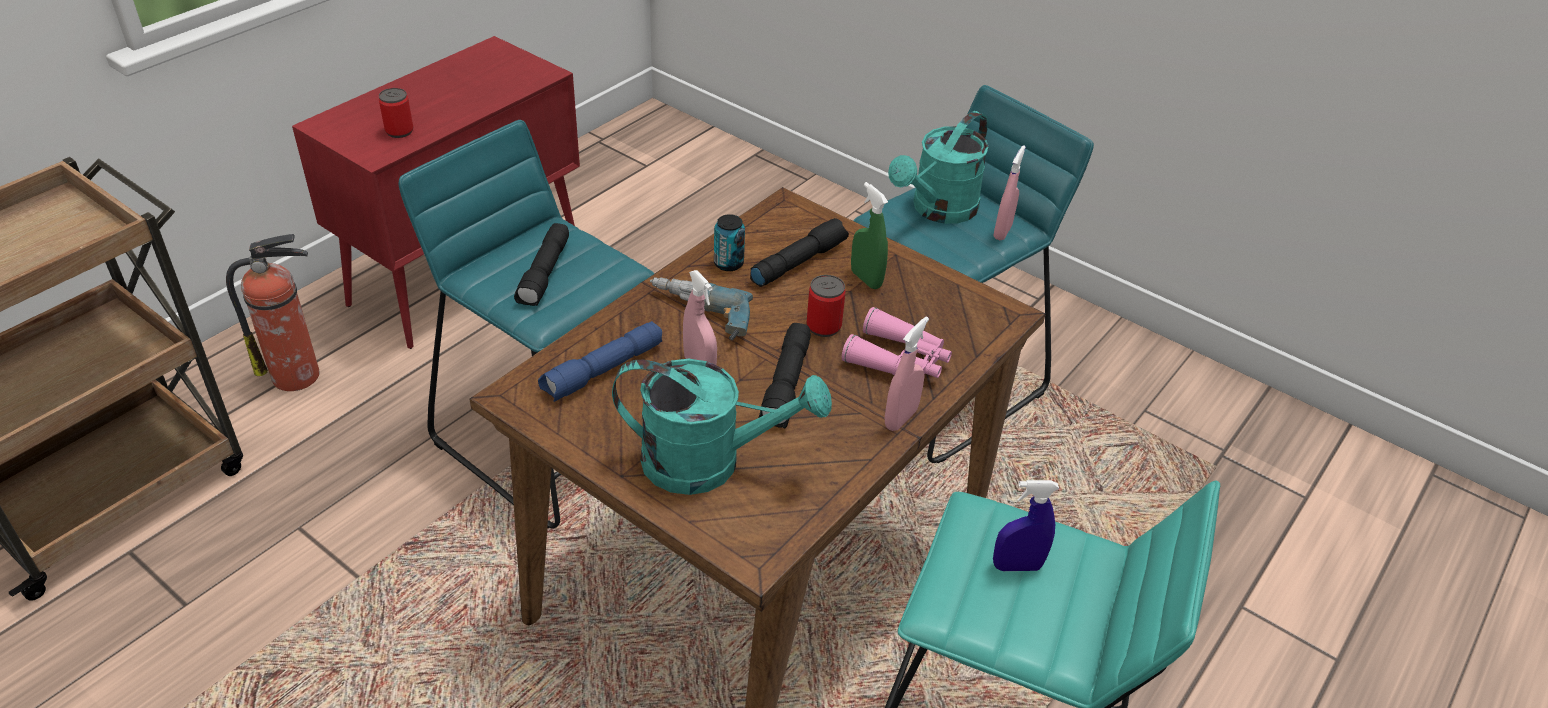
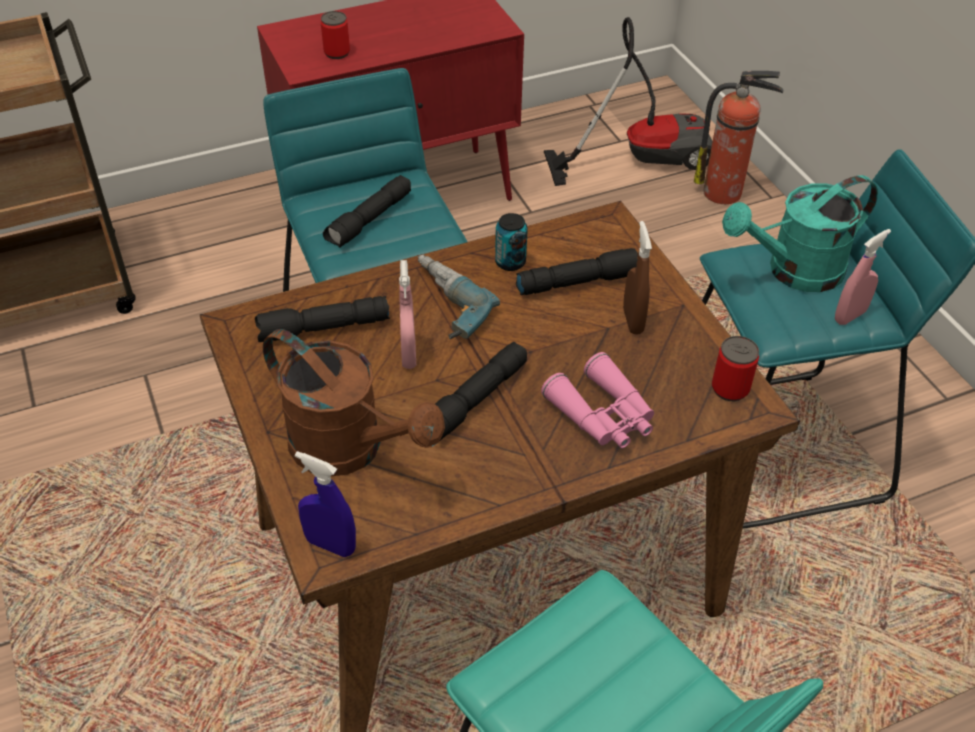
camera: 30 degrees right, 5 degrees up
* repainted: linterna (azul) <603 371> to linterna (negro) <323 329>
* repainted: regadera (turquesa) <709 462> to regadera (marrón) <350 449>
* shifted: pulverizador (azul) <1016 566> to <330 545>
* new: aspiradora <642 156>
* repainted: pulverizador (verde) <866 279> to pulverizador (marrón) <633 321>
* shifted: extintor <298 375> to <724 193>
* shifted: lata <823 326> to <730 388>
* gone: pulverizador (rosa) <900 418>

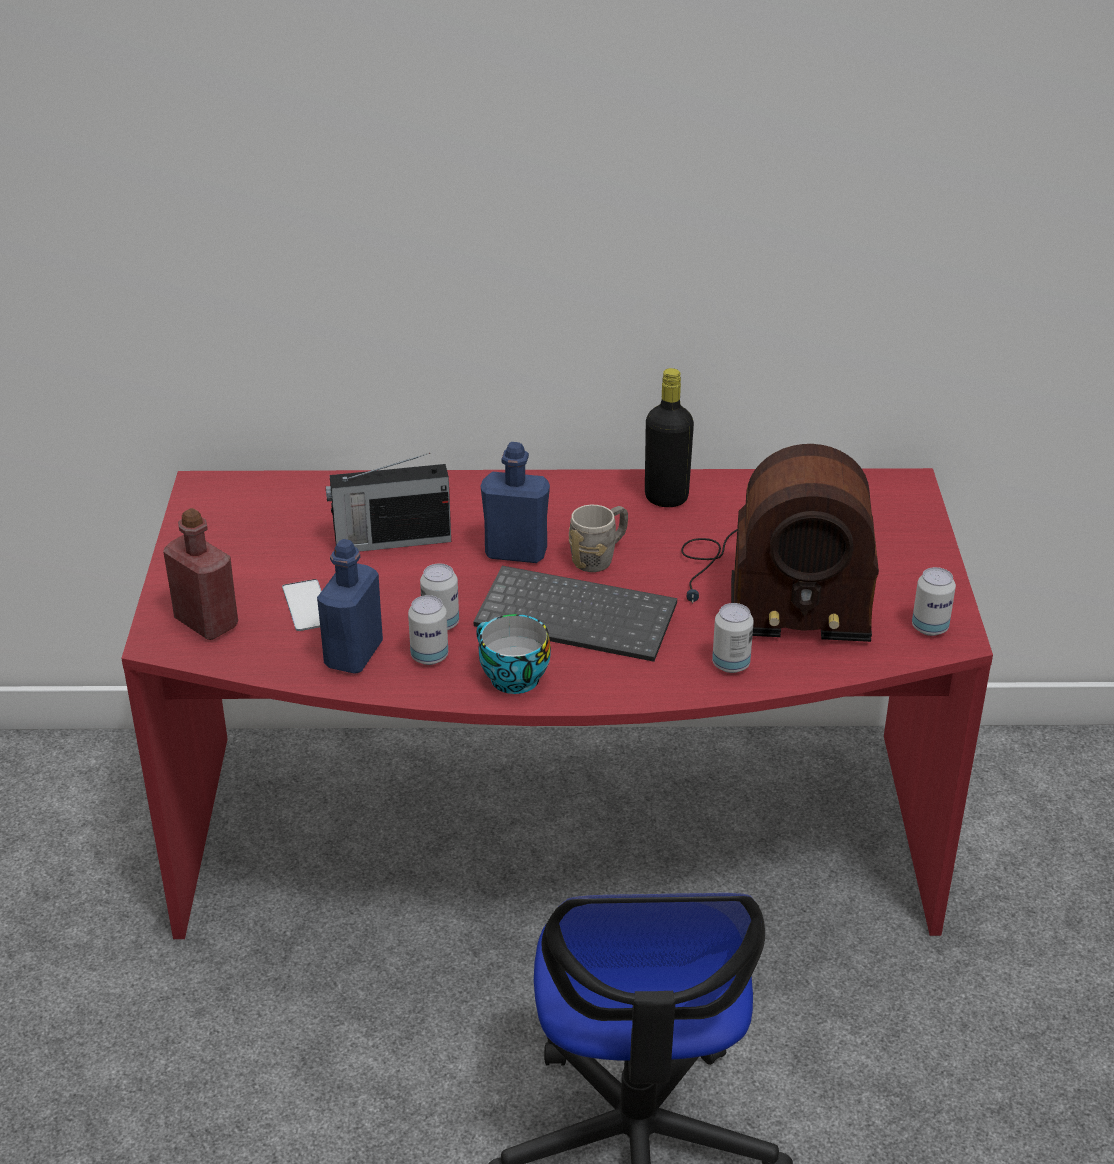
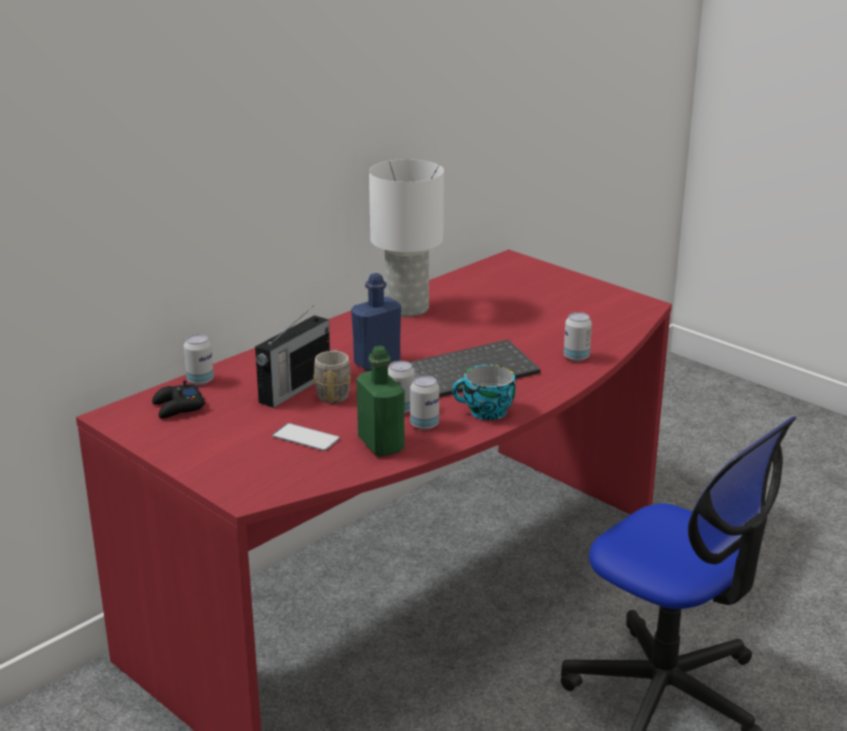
camera: 45 degrees left, 10 degrees down
* new: mando de consola (negro) <178 407>
* shifted: lata <929 627> to <200 381>
* shifted: taza grande (gris) <599 557> to <334 393>
* repainted: botella (azul) <353 655> to botella (verde) <381 444>
* swapped: botella (negro) <666 498> to lámpara de mesa (blanco) <408 308>
* gone: botella (rojo) <206 622>
* gone: radio <773 590>

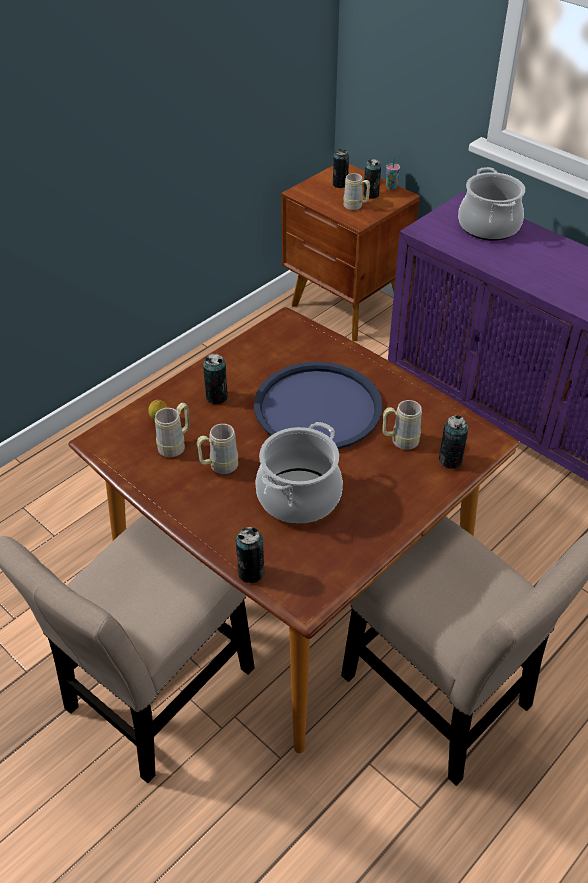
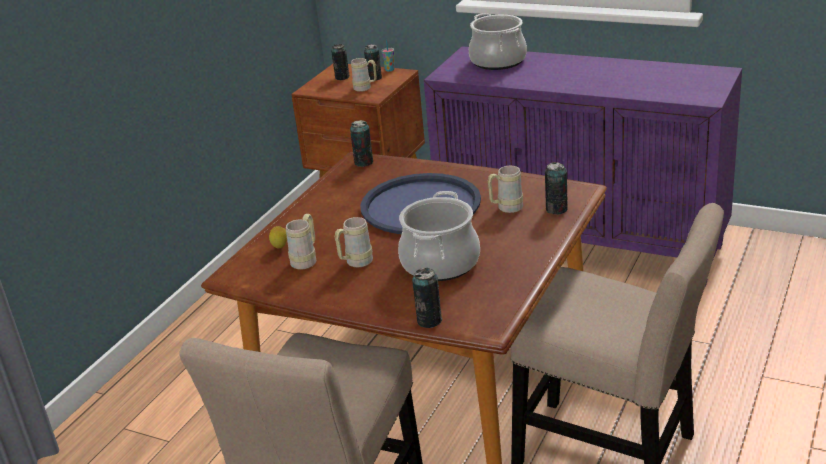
camera: 15 degrees left, 15 degrees down
* shifted: lata <216 397> to <363 163>

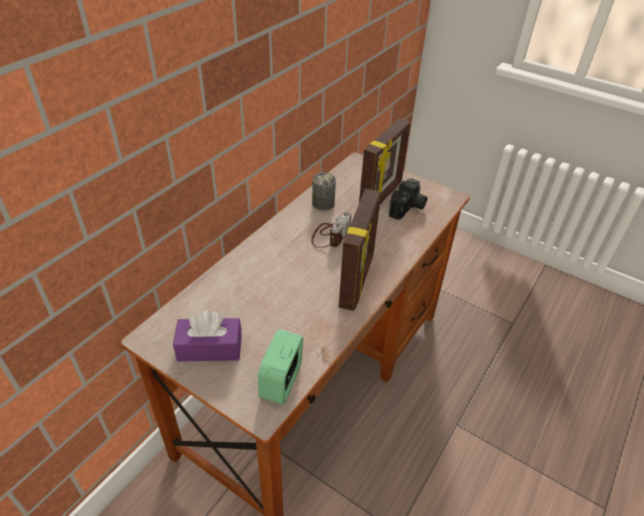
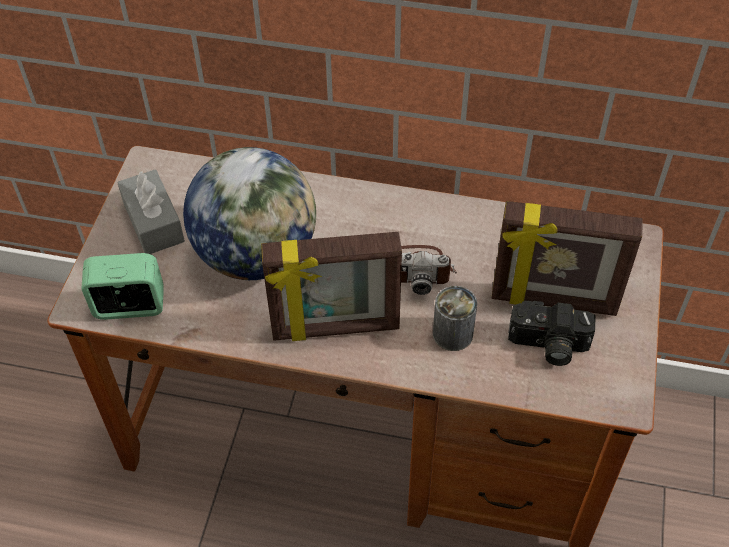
camera: 70 degrees right, 10 degrees up
* repainted: caja de pañuelos (morado) <210 348> to caja de pañuelos (gris) <153 222>
* new: globo terráqueo <256 254>
* shifted: lata <323 204> to <452 334>

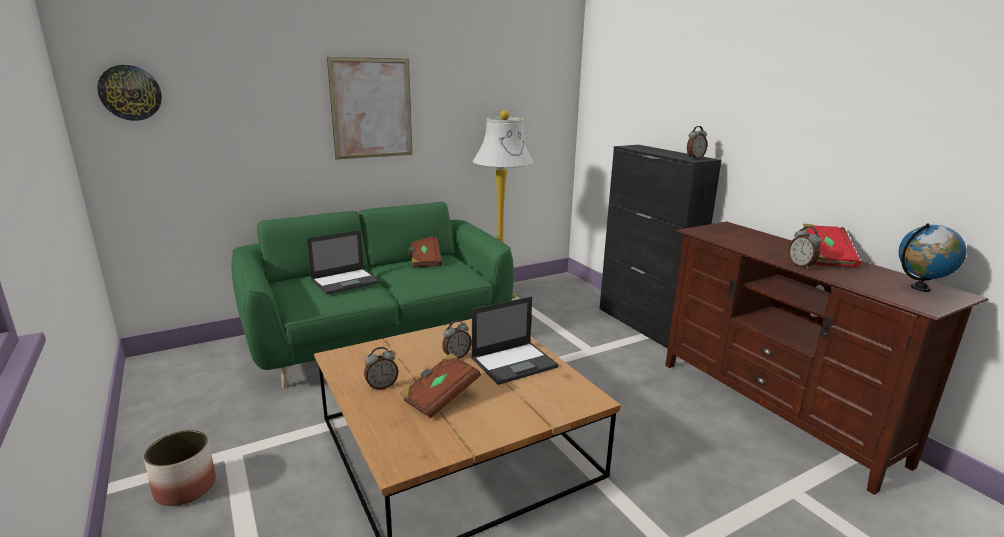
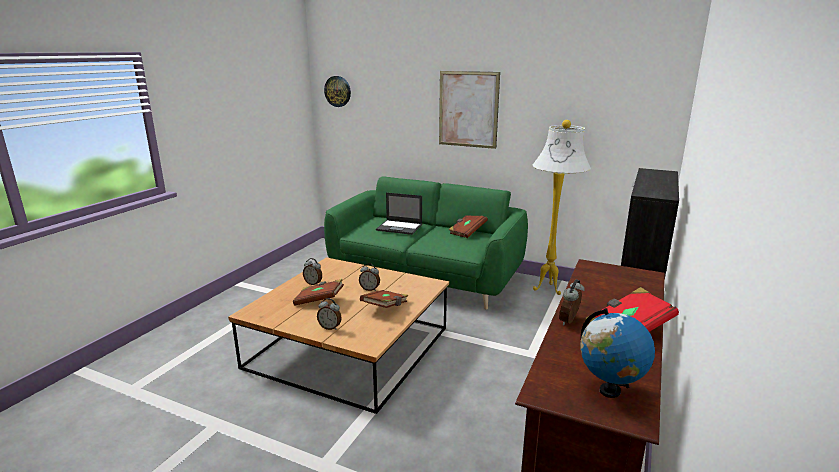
camera: 55 degrees right, 0 degrees up
* shifted: despertador <694 158> to <330 327>
* swapped: portátil <515 362> to libro (marrón) <385 307>
* gone: maceta <185 487>

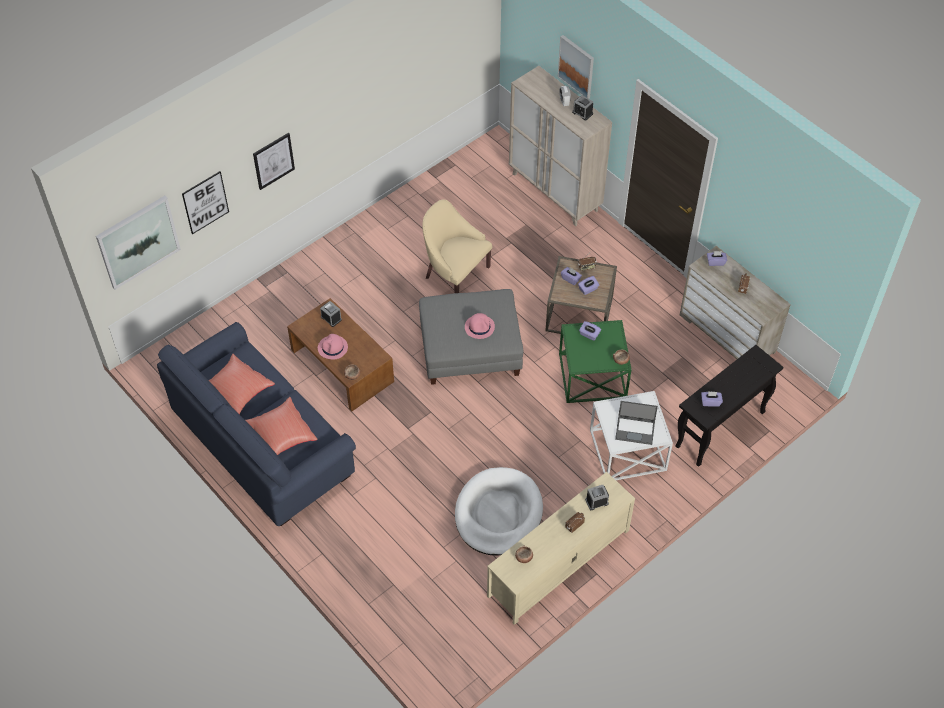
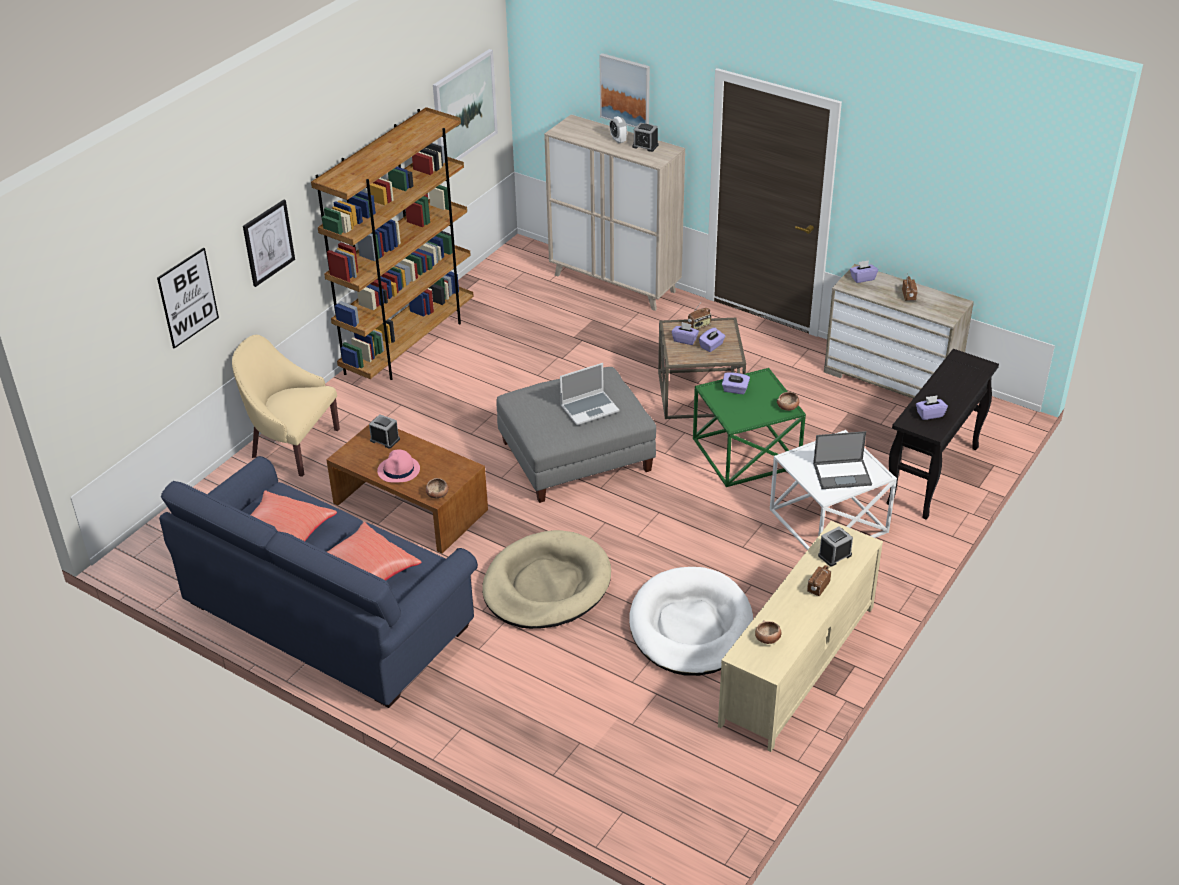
camera: 15 degrees left, 15 degrees down
* shifted: sillón (beis) <455 274> to <292 445>
* new: estantería (marrón) <409 343>
* shifted: cuadro <138 242> to <464 109>
* new: cama para perro (beis) <546 585>
* swapped: sombrero (rosa) <479 327> to portátil <590 408>

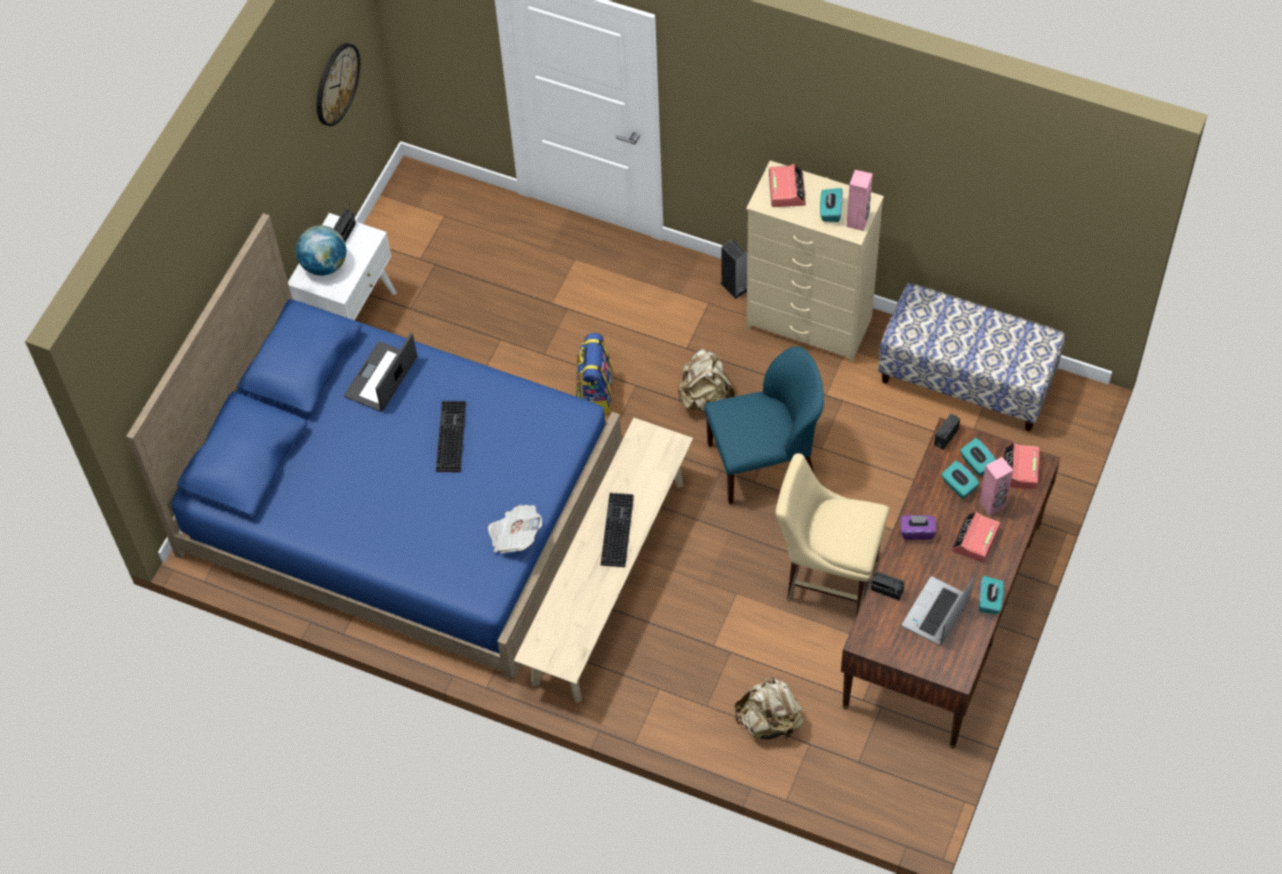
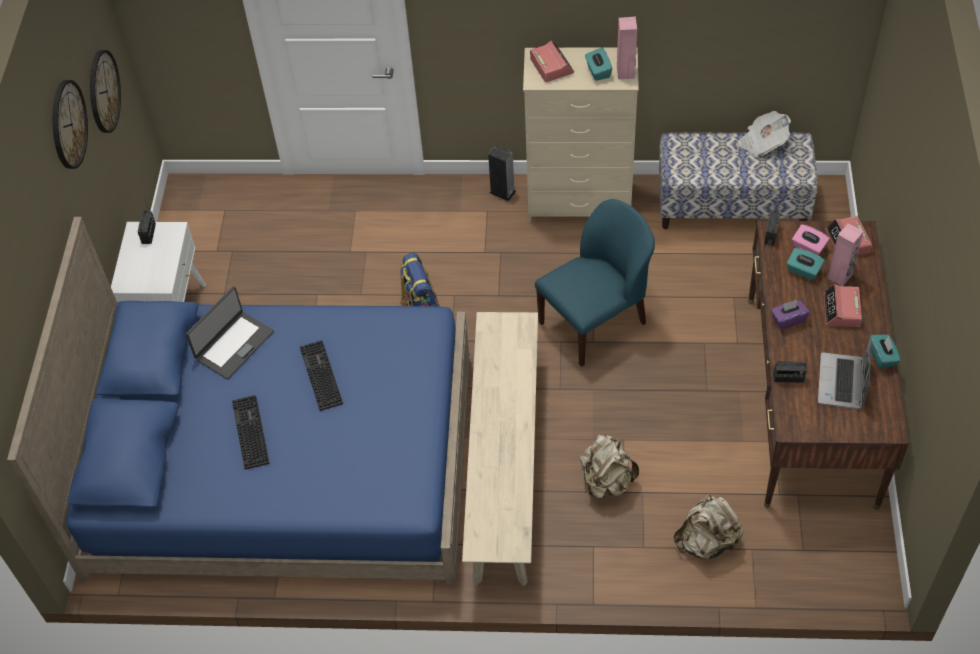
camera: 20 degrees left, 5 degrees down
* new: reloj de pared <68 124>
* rotated: portátil <382 378> = <233 345> 150 degrees counterclockwise
* shifted: teclado <615 529> to <248 432>
* shifted: mochila (beis) <704 397> to <606 481>
* shifted: periódico <515 536> to <762 143>
* repainted: caja de pañuelos (turquesa) <976 463> to caja de pañuelos (rosa) <808 247>
* gone: globo terráqueo <324 265>
* gone: silla (beis) <827 577>

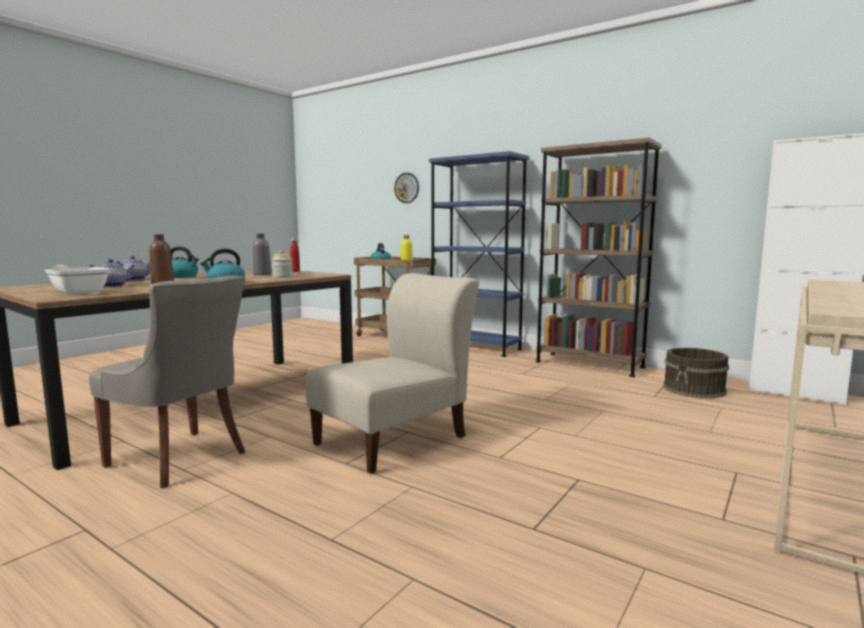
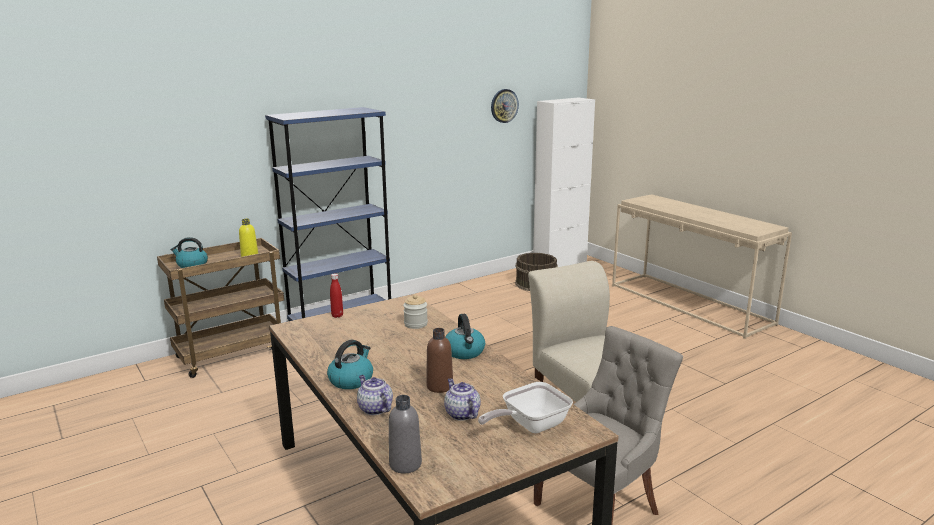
camera: 70 degrees left, 10 degrees up
* shifted: botella (gris) <262 274> to <405 464>
* shifted: reloj de pared <407 188> to <504 105>
* gone: estantería (marrón) <589 364>

